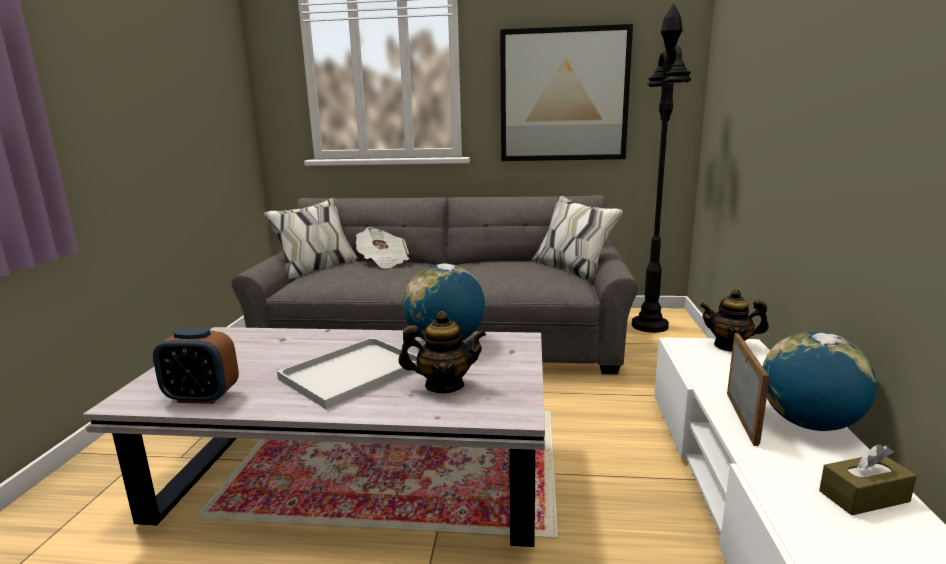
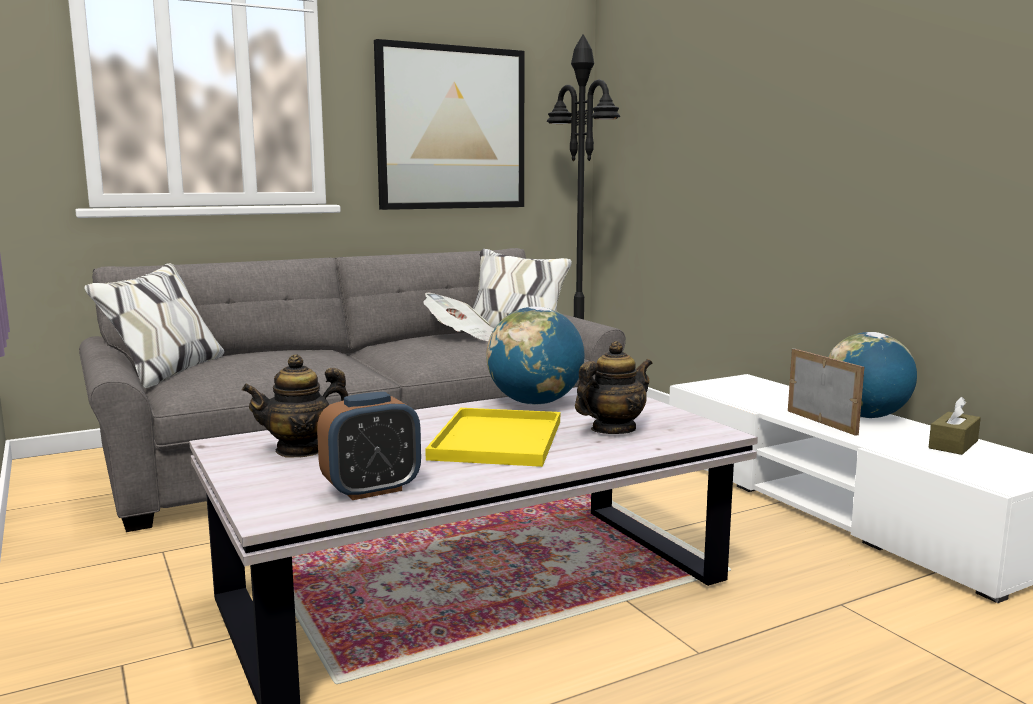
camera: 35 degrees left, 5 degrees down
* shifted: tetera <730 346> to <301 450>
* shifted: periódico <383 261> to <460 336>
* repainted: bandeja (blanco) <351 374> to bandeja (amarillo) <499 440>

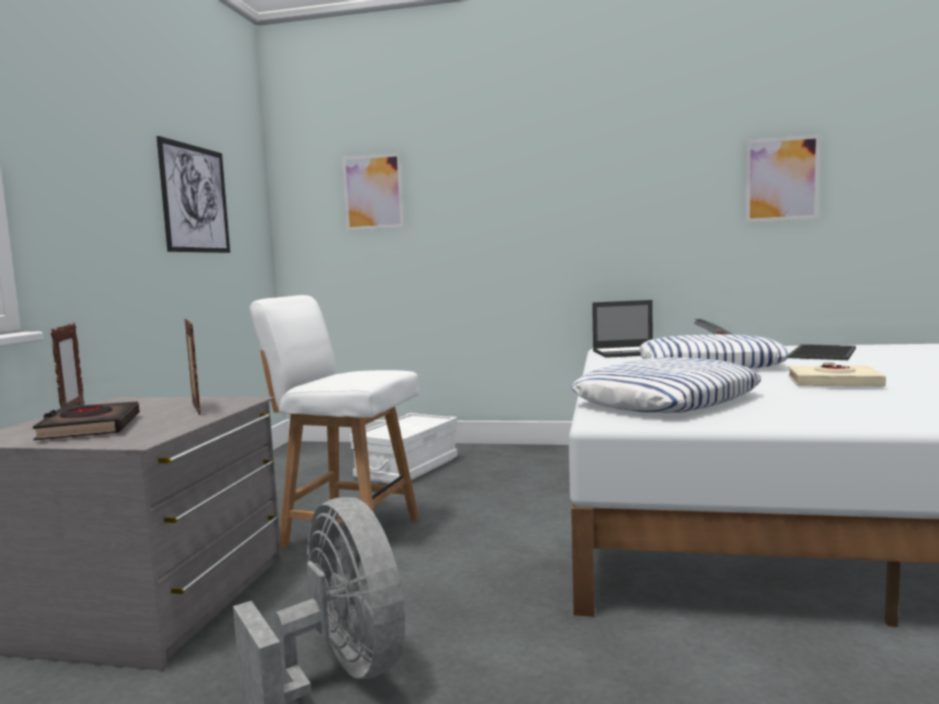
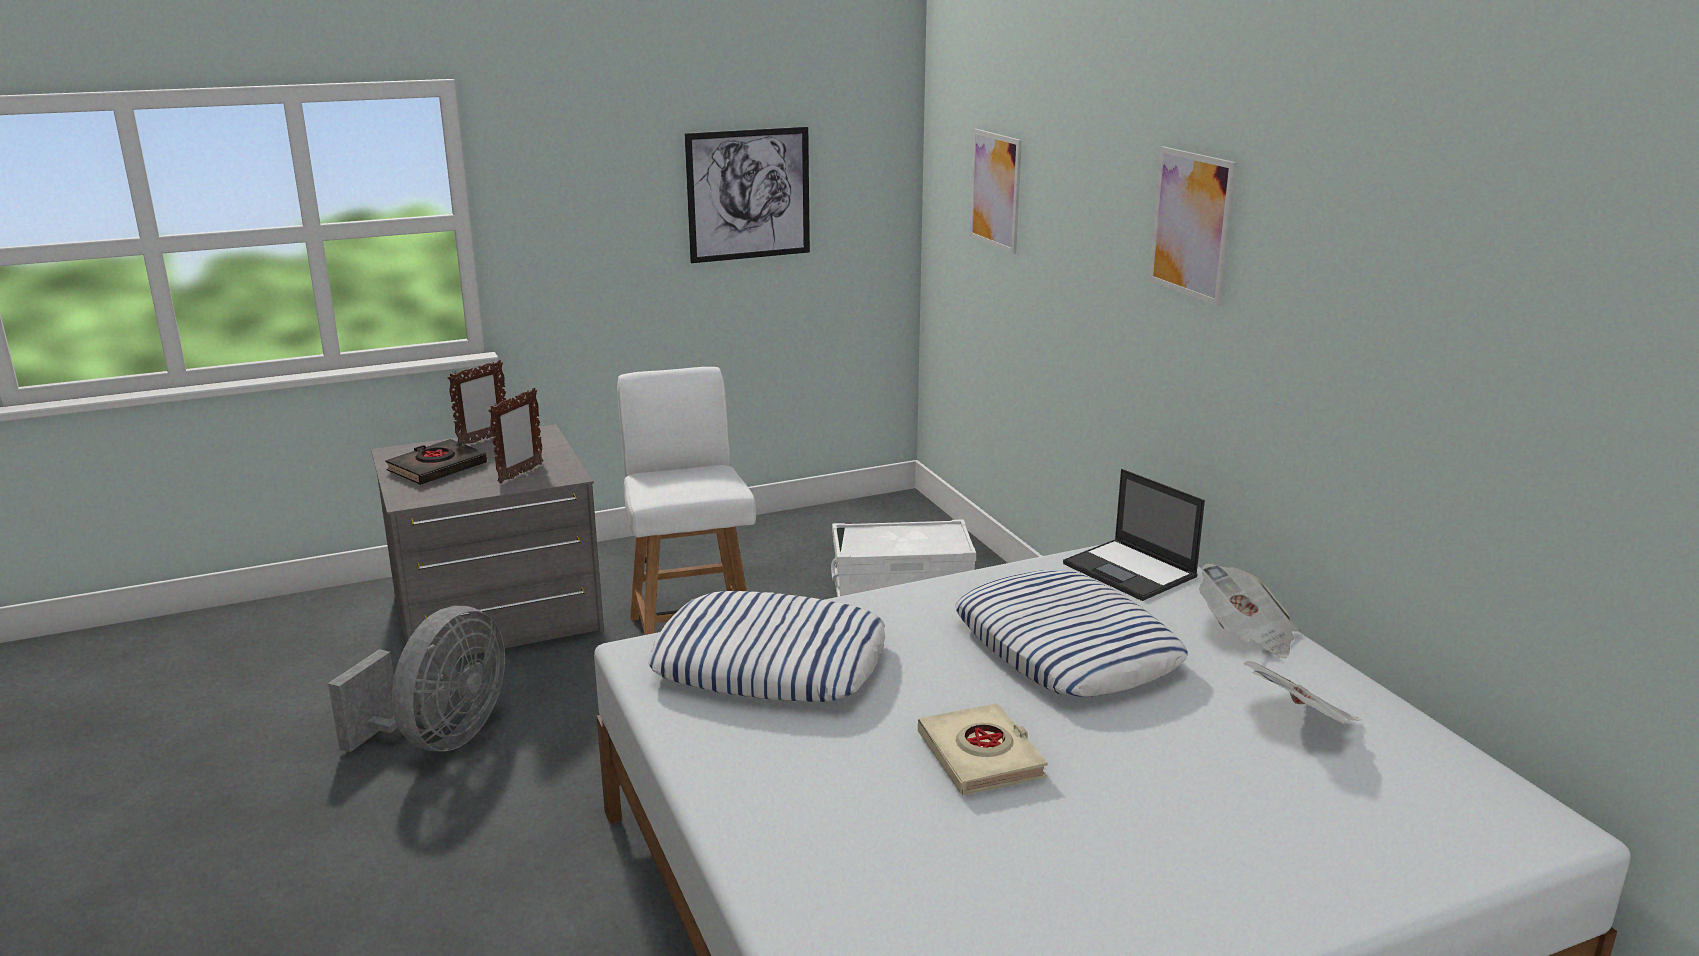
camera: 55 degrees right, 15 degrees up
* shifted: cuadro <781 179> to <1191 224>
* swapped: bandeja <821 353> to periódico <1300 722>

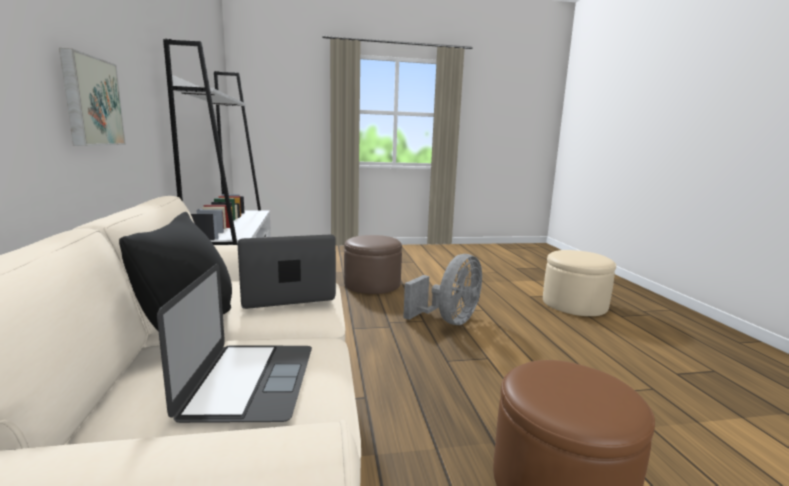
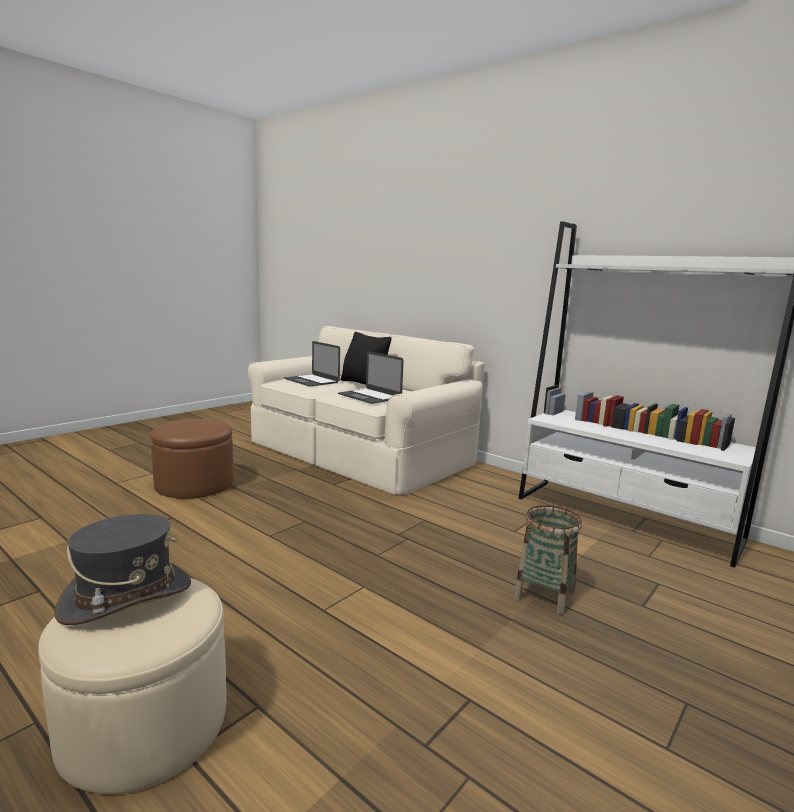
camera: 140 degrees right, 0 degrees up
* new: sombrero (gris) <126 597>
* rotated: portátil <286 294> = <369 396> 105 degrees clockwise
* swapped: puf (marrón) <372 284> to cesta <544 595>
* gone: cuadro <90 101>
* gone: ventilador (gris) <449 321>

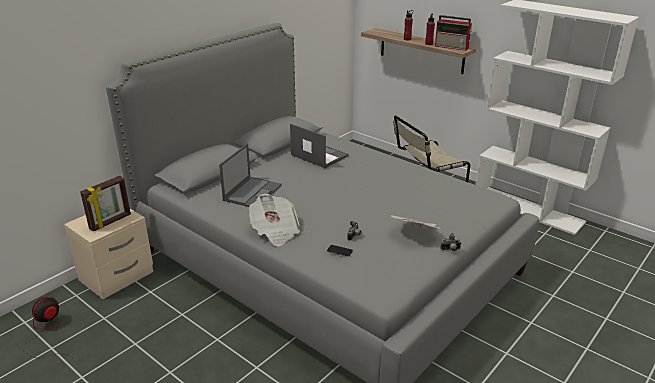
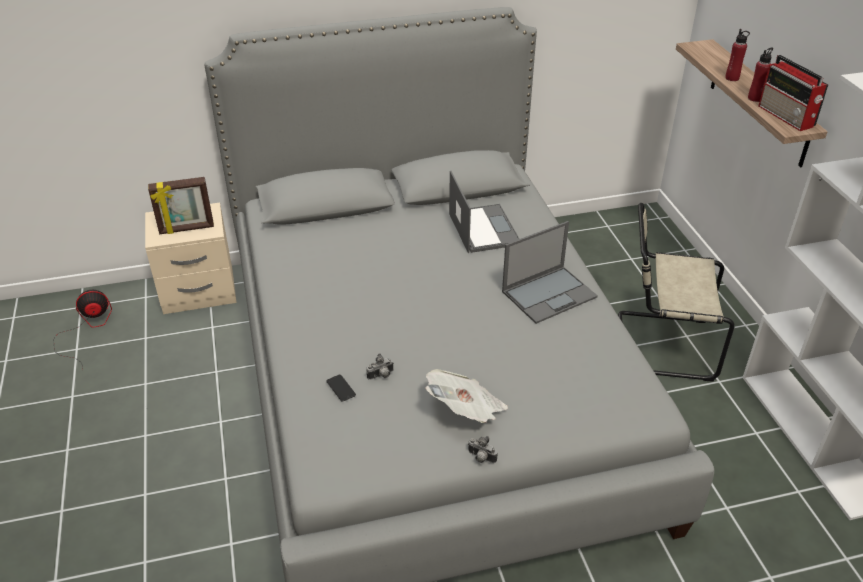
camera: 35 degrees right, 10 degrees up
* shifted: portátil <253 192> to <549 294>
* gone: periódico <275 231>

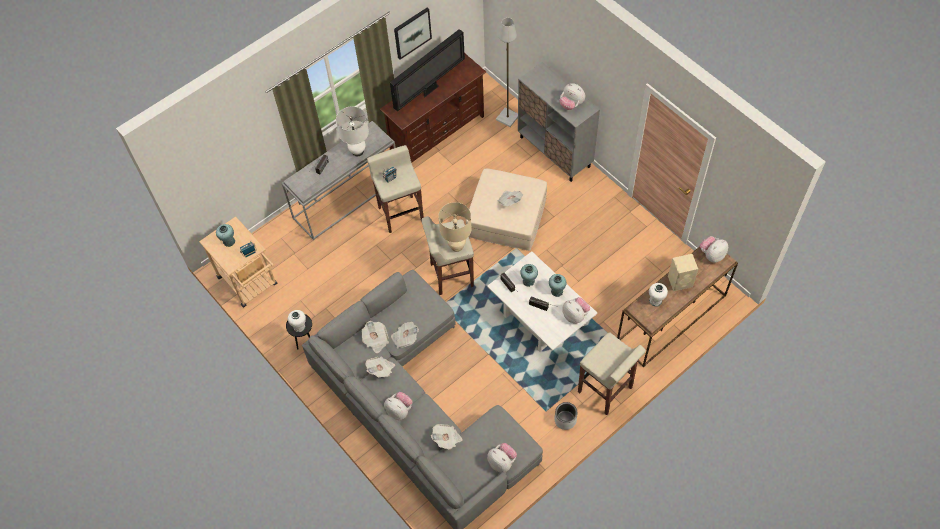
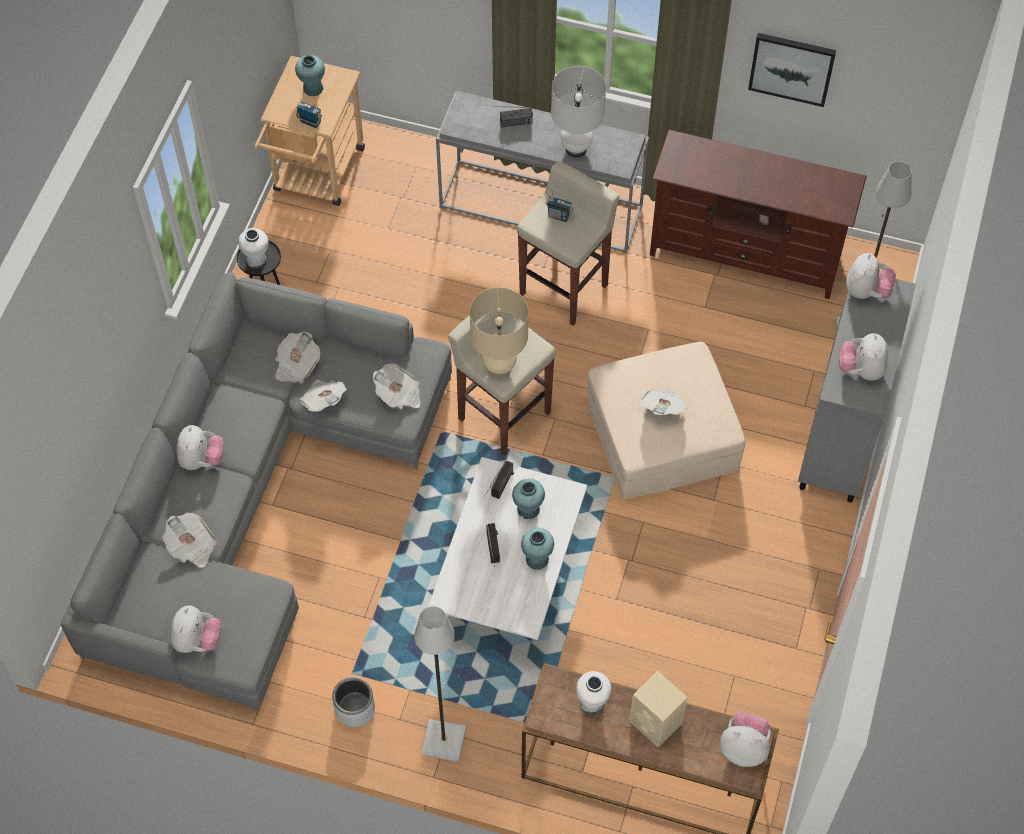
camera: 55 degrees right, 0 degrees up
* shifted: periódico <381 370> to <399 395>
* swapped: taburete (beis) <605 390> to lámpara de pie (gris) <443 741>
* shifted: peluche <575 315> to <866 291>
* gone: televisor <430 89>

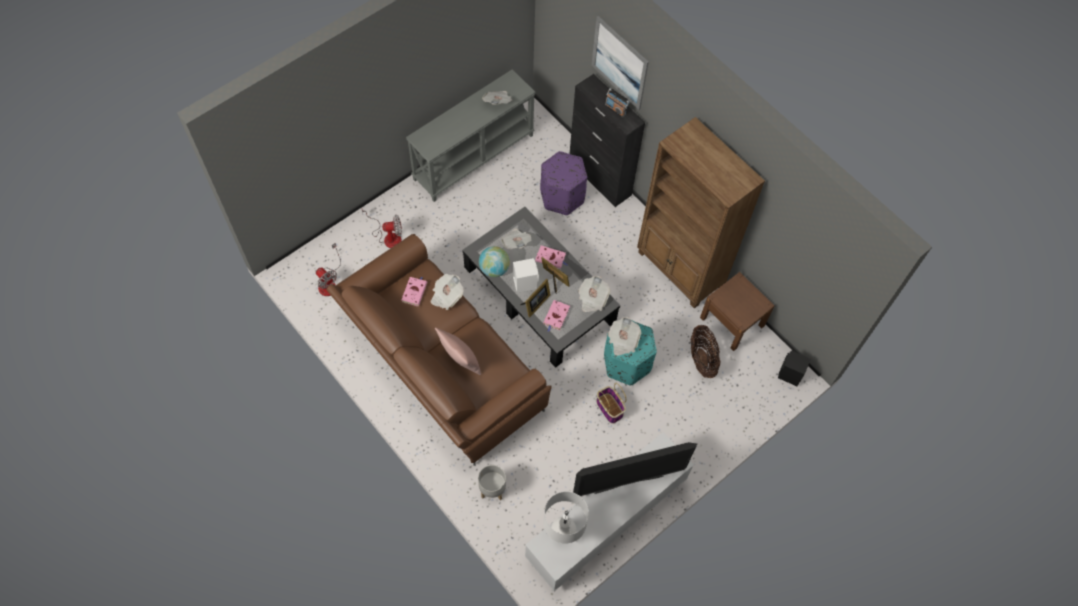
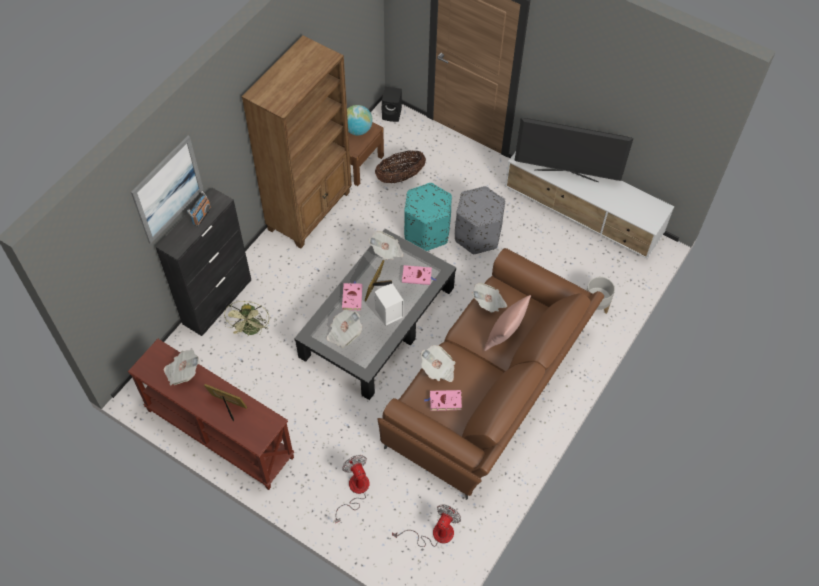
camera: 105 degrees left, 5 degrees down
* repainted: mesa consola (gris) <473 156> to mesa consola (marrón) <219 434>
* shifted: portarretratos <535 304> to <228 406>
* swapped: puf (morado) <562 197> to ventilador (verde) <251 331>
* shifted: globo terráqueo <494 269> to <358 130>
* swapped: cesta <610 408> to puf (gris) <477 235>
* shifted: periódico <623 341> to <489 303>
* rotated: televisor <628 483> = <566 175> 135 degrees clockwise
* gone: lámpara de mesa (blanco) <563 533>

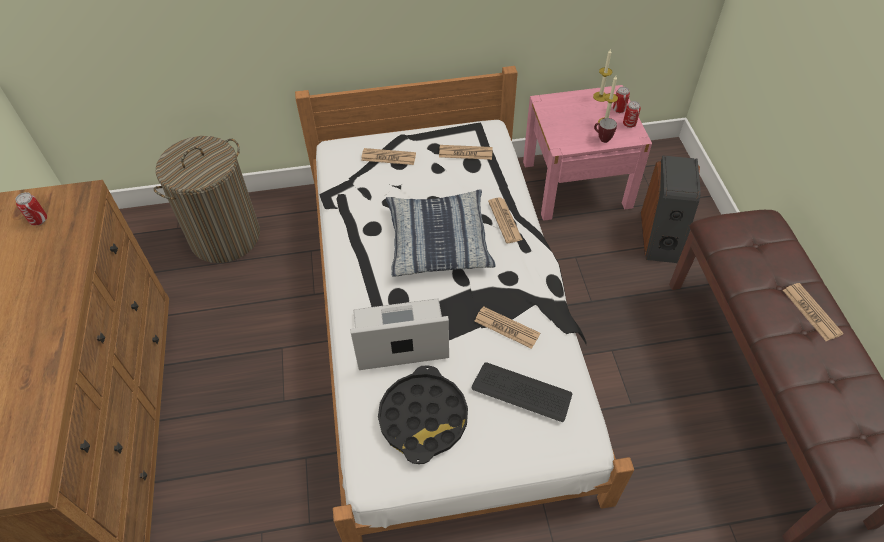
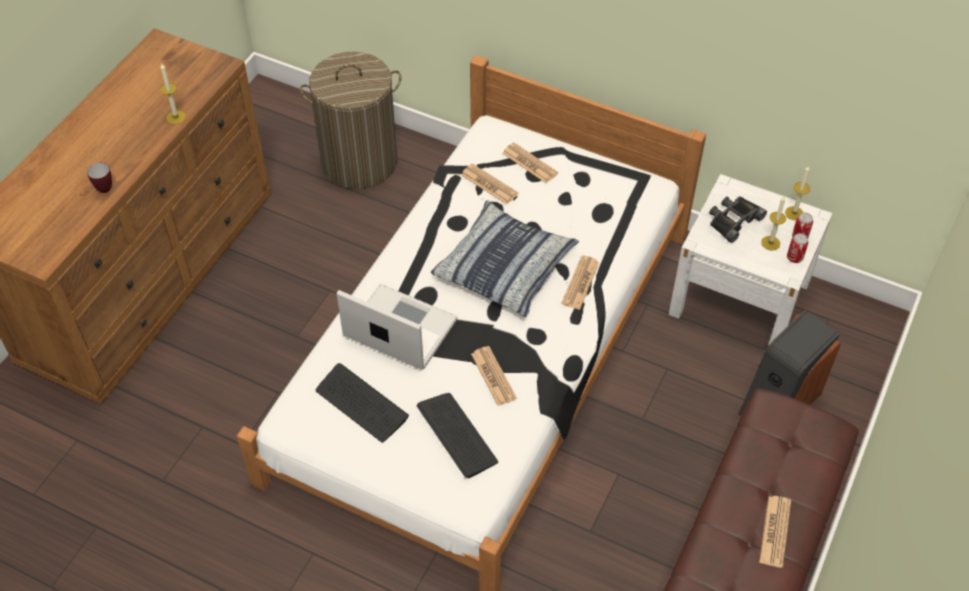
camera: 35 degrees right, 0 degrees up
* shifted: taza grande <602 139> to <104 186>
* new: vela <176 117>
* swapped: bandeja (negro) <423 418> to teclado <361 404>
* shifted: periódico <465 153> to <489 184>
* repainted: mesita de noche (rosa) <576 184> to mesita de noche (blanco) <739 298>
* new: prismáticos (negro) <733 220>
* gone: lata <39 220>

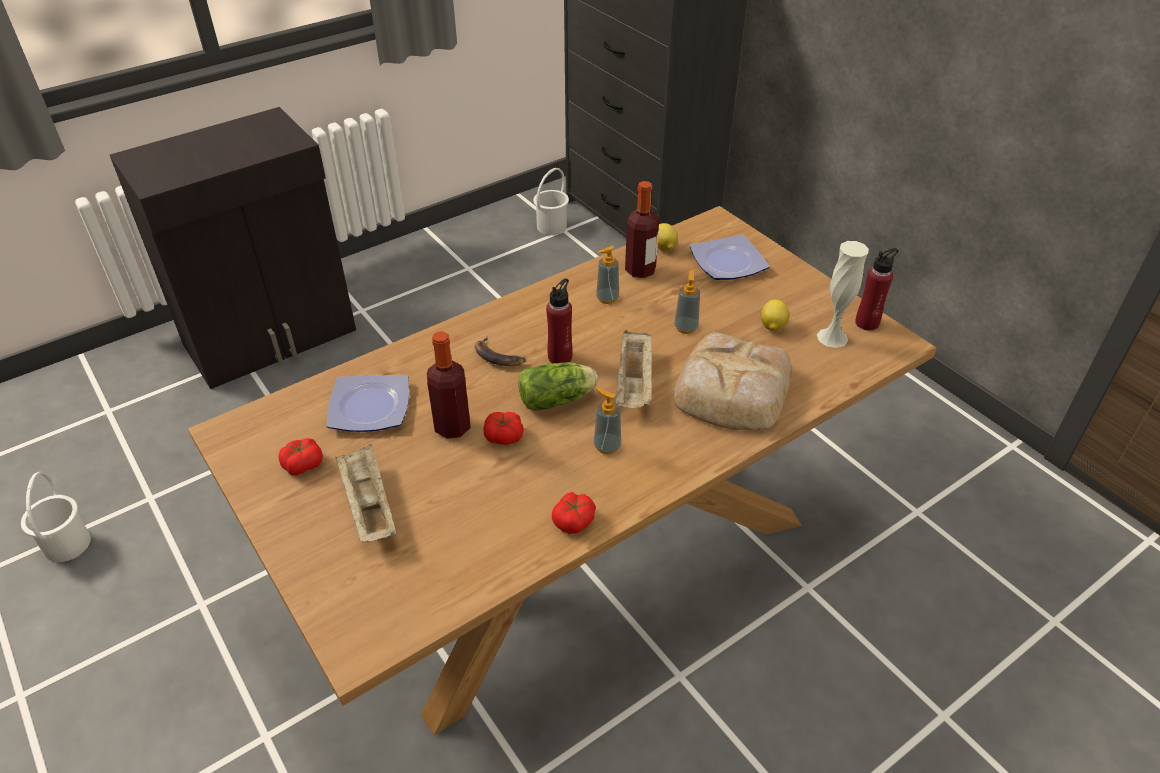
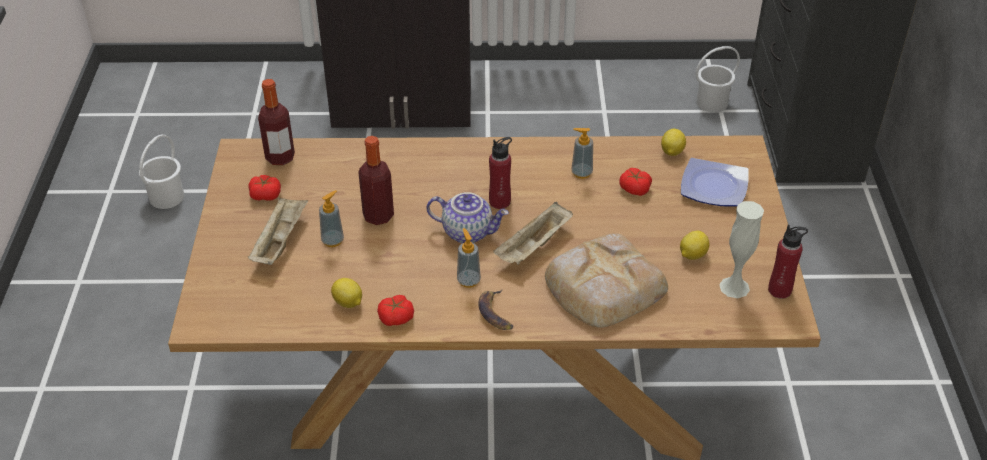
camera: 35 degrees right, 0 degrees up
* shifted: botella <640 270> to <280 157>
* shifted: dispensador de jabón <686 327> to <333 240>
* new: limón <348 303>
* swapped: lechuga <559 399> to tetera <468 232>
* shifted: plátano <498 356> to <496 313>
* shifted: tomate <504 436> to <634 189>
* gone: plato <368 406>

